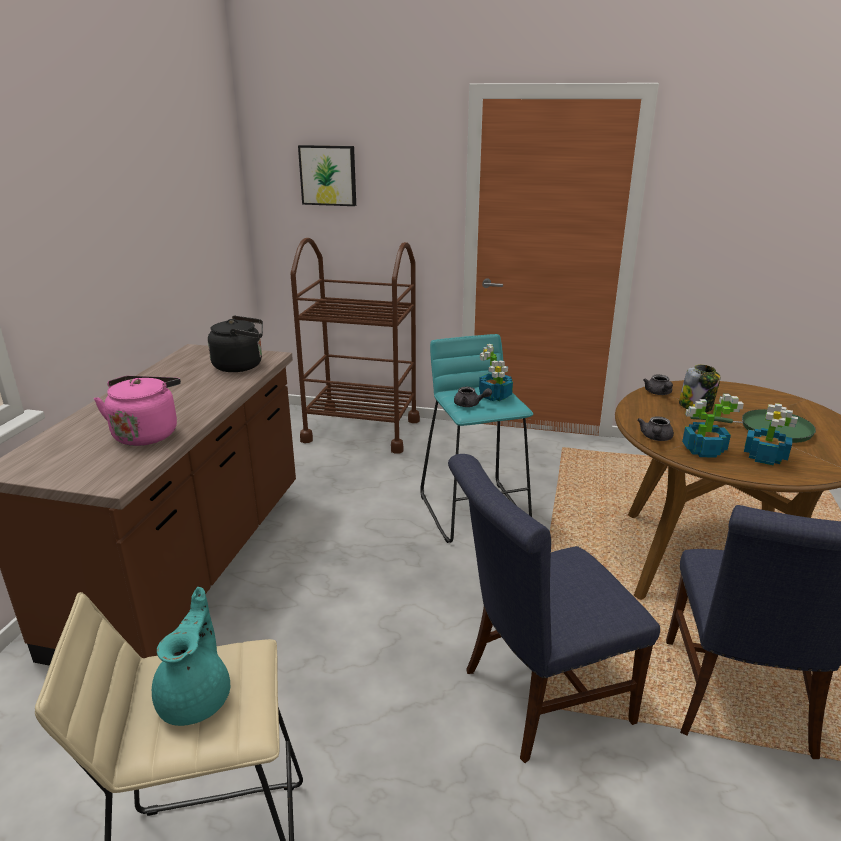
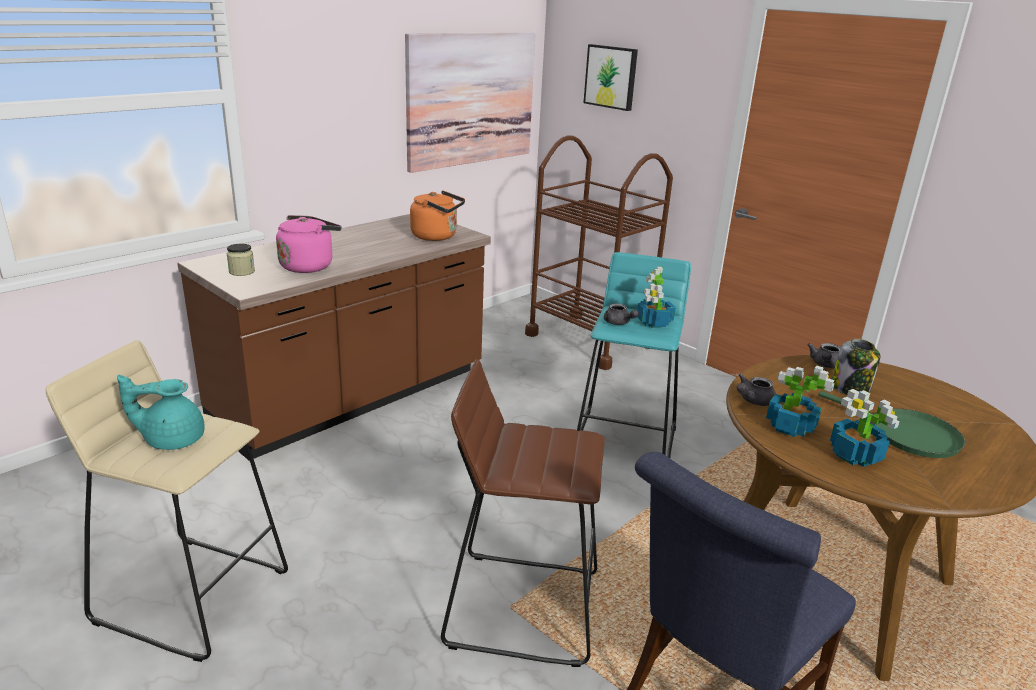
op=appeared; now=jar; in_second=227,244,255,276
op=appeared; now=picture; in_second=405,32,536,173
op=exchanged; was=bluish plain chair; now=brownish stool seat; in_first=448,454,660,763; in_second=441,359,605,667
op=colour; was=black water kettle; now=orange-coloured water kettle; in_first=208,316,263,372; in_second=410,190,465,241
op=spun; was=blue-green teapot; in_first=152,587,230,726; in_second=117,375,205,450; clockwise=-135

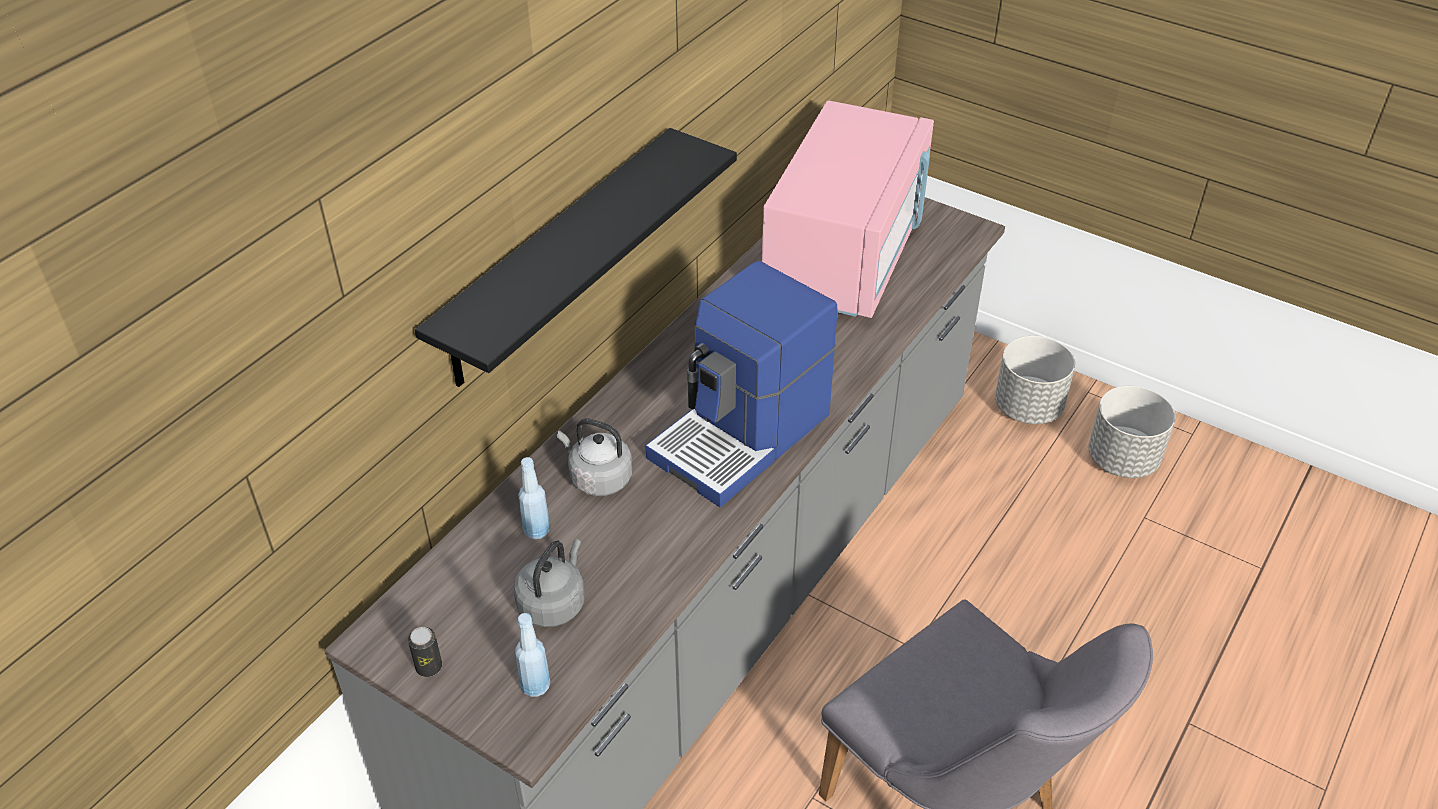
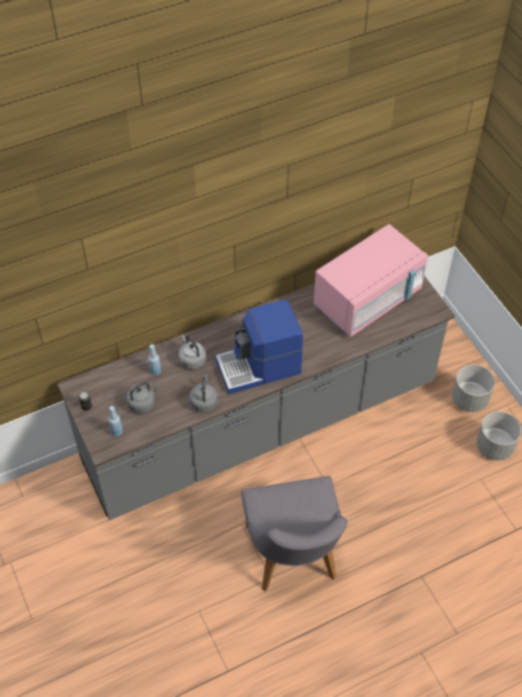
op=missing; was=black wall shelf; in_first=415,128,737,387
op=appeared; now=grey water kettle; in_second=189,374,218,413

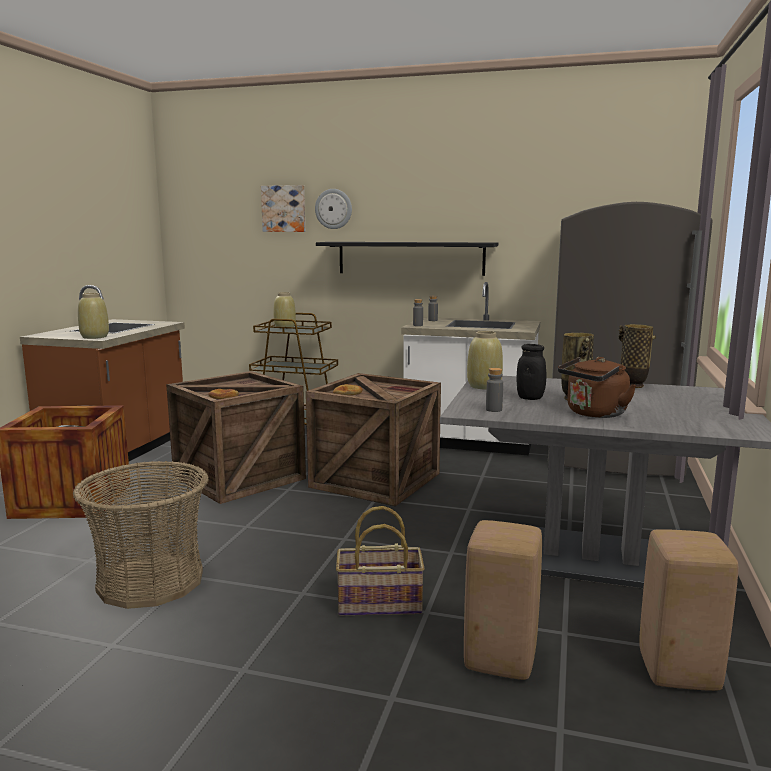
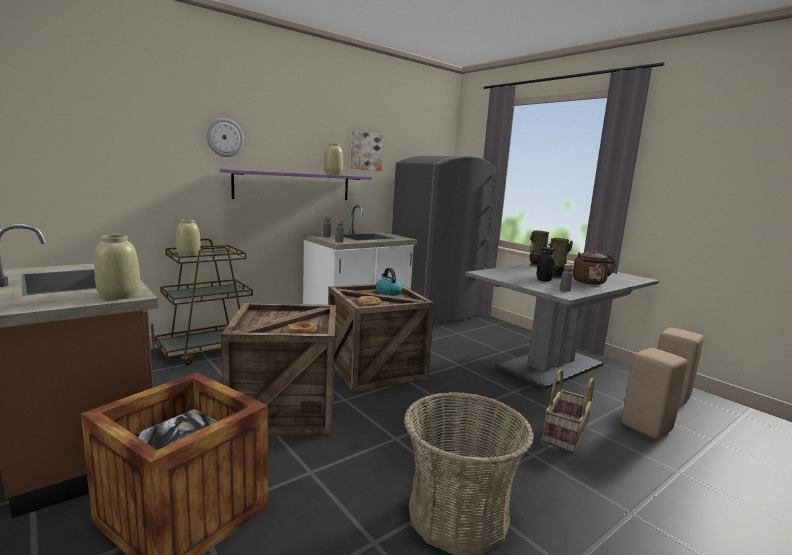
op=appeared; now=water kettle; in_second=376,268,403,296
op=relocated; was=picture; in_first=261,185,305,232; in_second=351,131,383,171
op=relocated; was=beige-coloured decorative vase; in_first=467,331,503,390; in_second=324,143,343,175
op=colour; was=black wall shelf; now=purple wall shelf; in_first=316,242,498,276; in_second=220,169,372,200

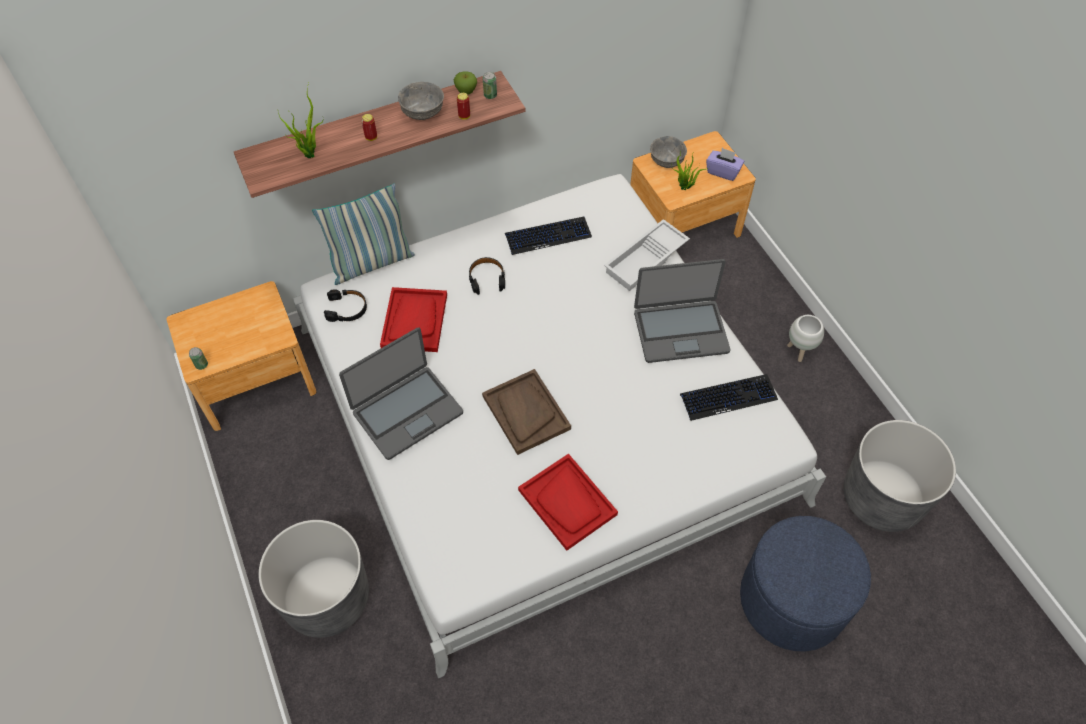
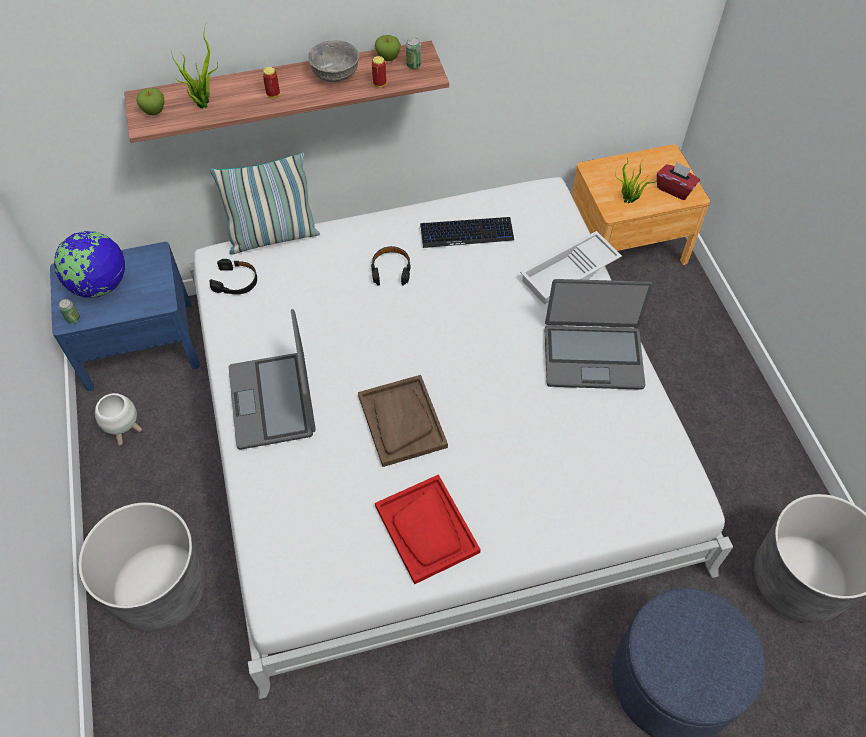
op=missing; was=red serving tray; in_first=380,287,447,352
op=missing; was=grey deep dish; in_first=650,136,687,168
op=missing; was=keyboard; in_first=680,374,778,421
op=appeared; now=world globe; in_second=54,231,125,298
op=appeared; now=apple; in_second=136,88,164,115
op=relocated; was=white-coloured planter; in_first=787,315,824,362; in_second=95,393,142,446
op=colour; was=brownish night table; now=bluish night table; in_first=167,281,317,431; in_second=50,242,200,391
op=colour; was=purple tissue box; now=red tissue box; in_first=706,148,744,181; in_second=657,161,700,200
op=spun; was=portable computer; in_first=339,328,463,460; in_second=228,309,316,450; clockwise=105

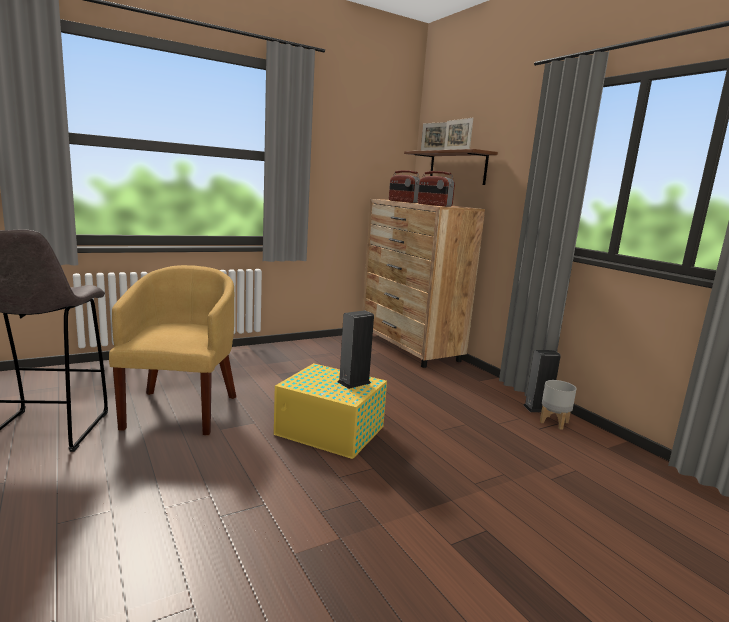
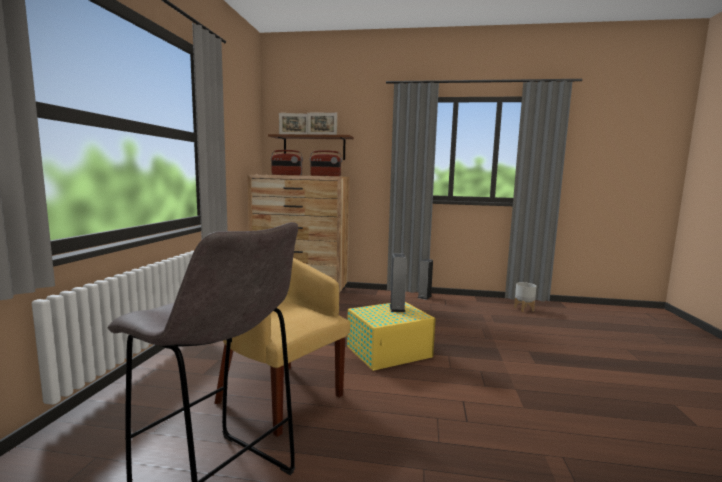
op=relocated; was=grey planter; in_first=540,380,577,430; in_second=514,282,537,312

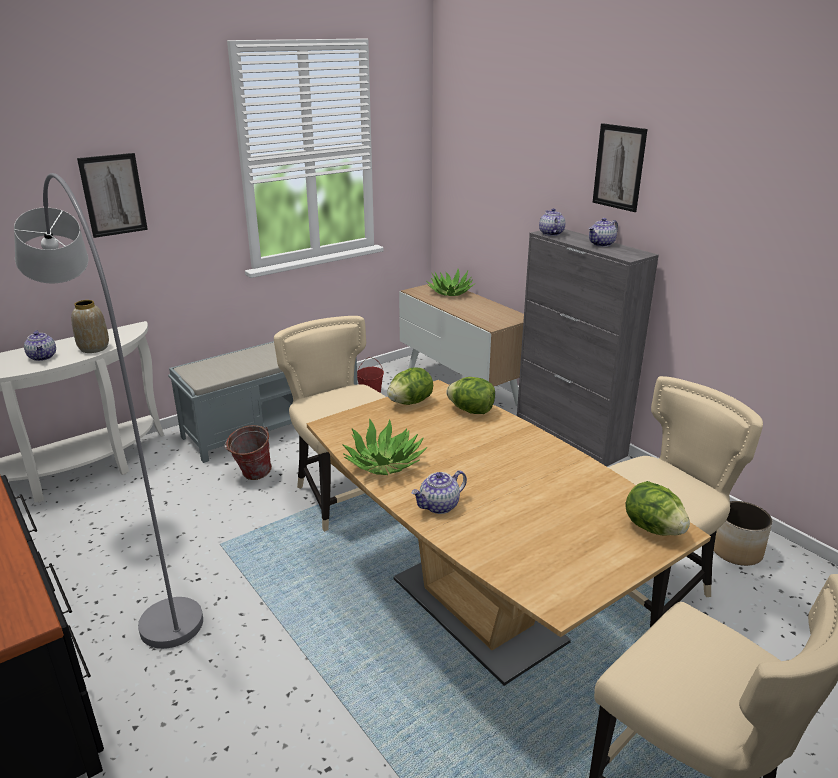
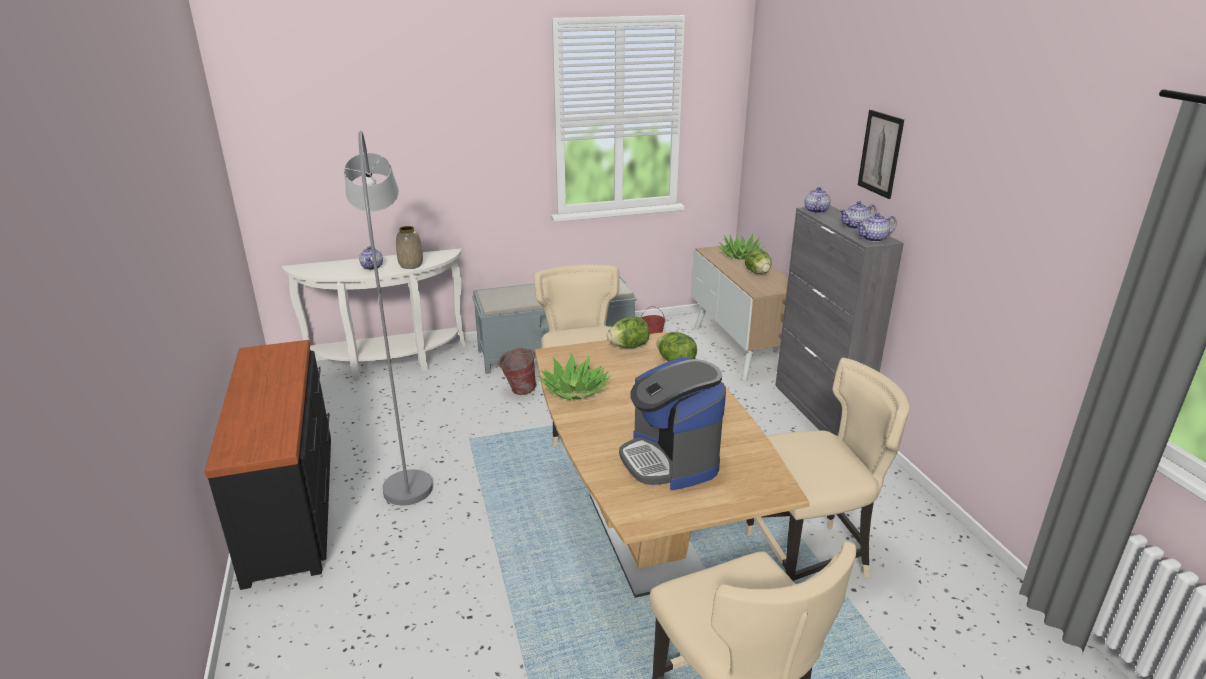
op=missing; was=picture; in_first=77,153,148,238
op=missing; was=planter; in_first=714,501,772,566
op=appeared; now=coffee machine; in_second=619,358,726,490
op=relocated; was=teapot; in_first=411,470,467,514; in_second=856,213,897,242
op=relocated; was=head of lettuce; in_first=626,481,690,536; in_second=745,248,771,274

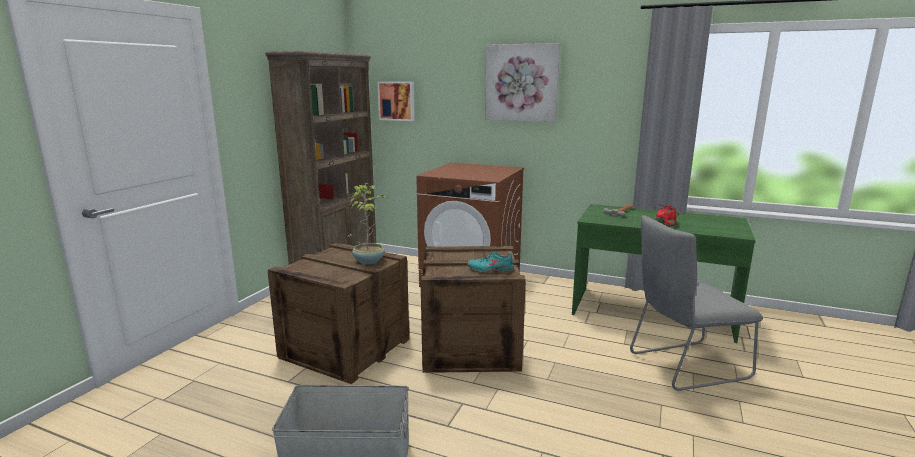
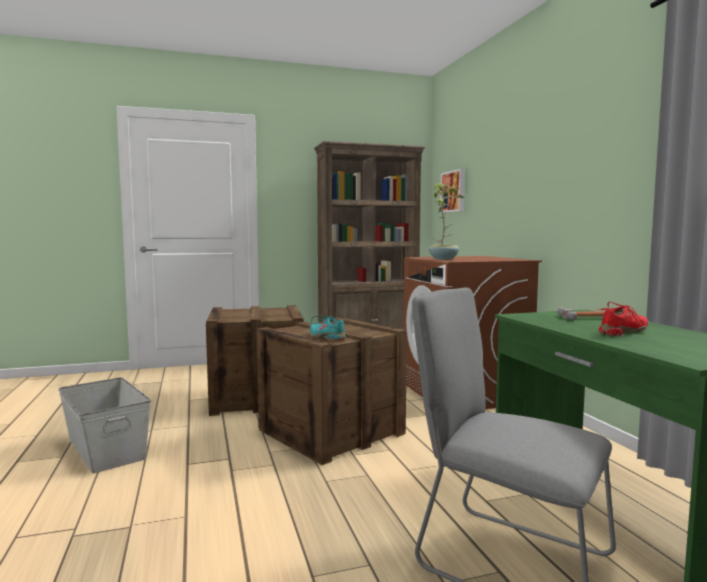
op=missing; was=picture; in_first=485,43,560,122
op=relocated; was=houseplant; in_first=349,183,388,265; in_second=429,183,464,260

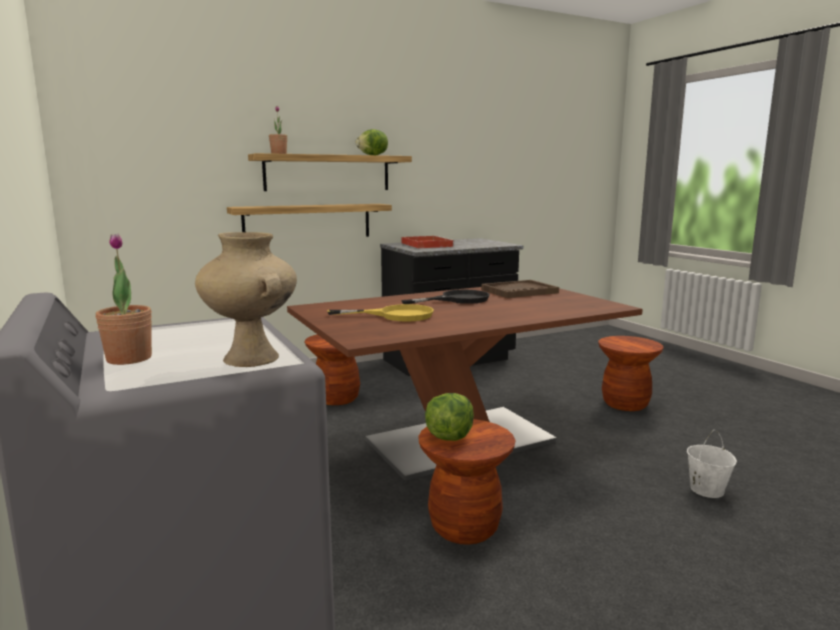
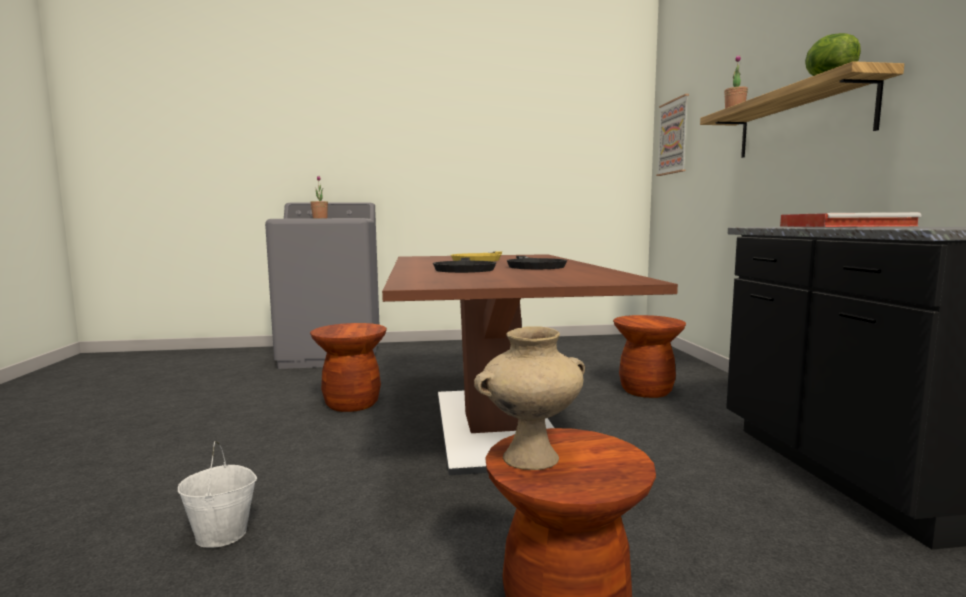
op=missing; was=wall shelf; in_first=227,204,392,237
op=missing; was=head of lettuce; in_first=425,393,474,441
op=missing; was=brownish serving tray; in_first=481,280,559,298
op=appeared; now=black frying pan; in_second=433,258,497,273
op=appeared; now=picture; in_second=656,94,689,176
op=relocated; was=beige-coloured decorative vase; in_first=195,232,297,367; in_second=474,326,585,470

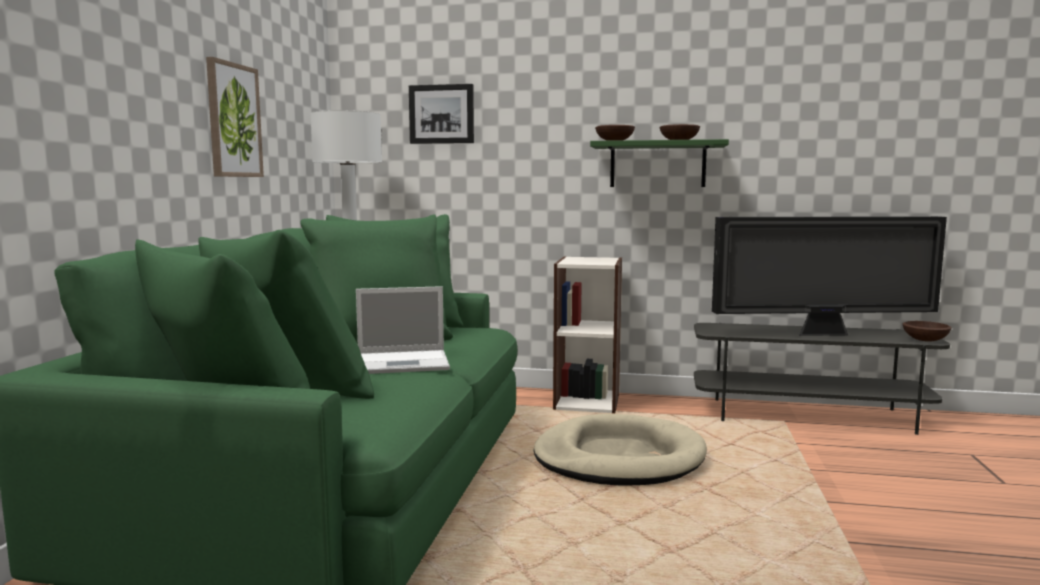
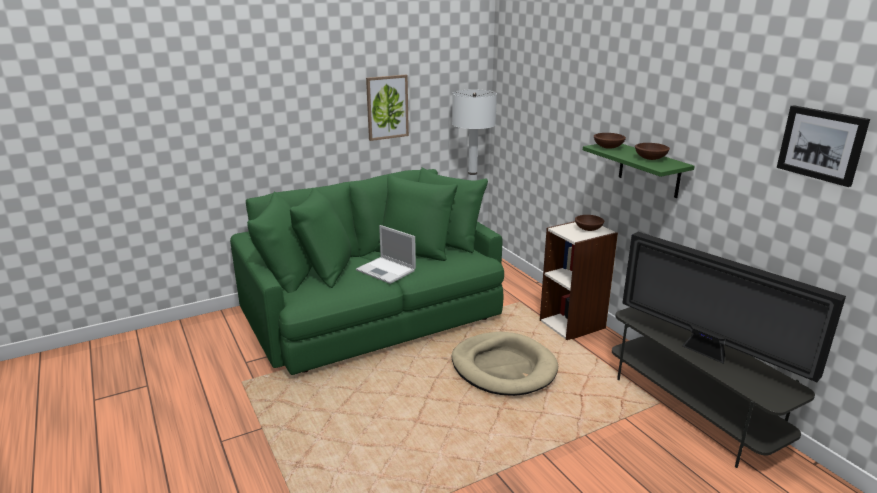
op=relocated; was=picture; in_first=409,84,474,144; in_second=777,105,870,187
op=relocated; was=brownish deep dish; in_first=903,321,952,342; in_second=575,215,604,231

